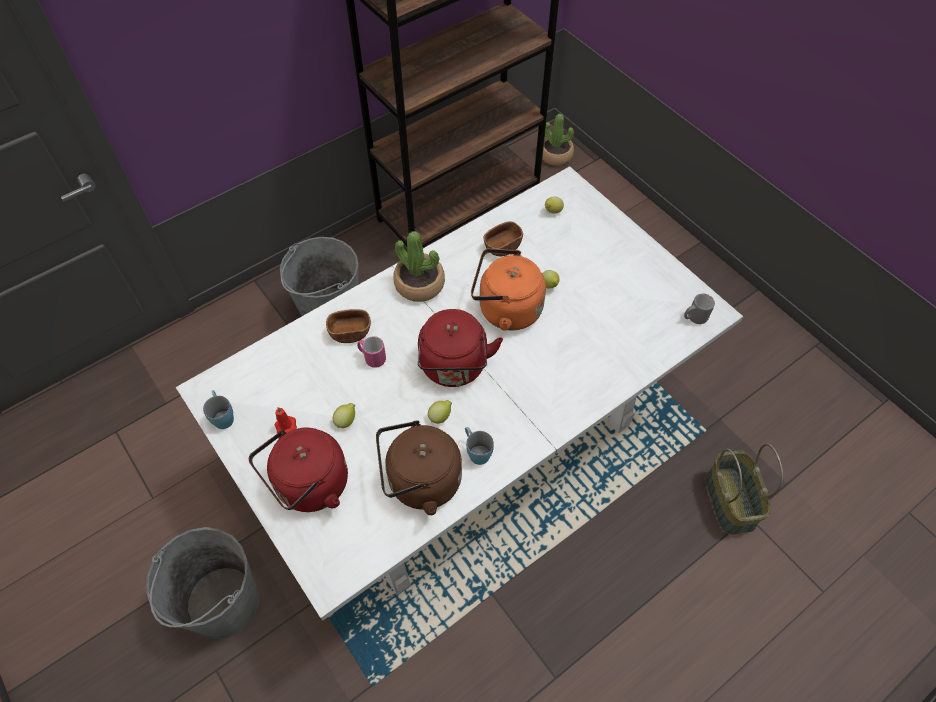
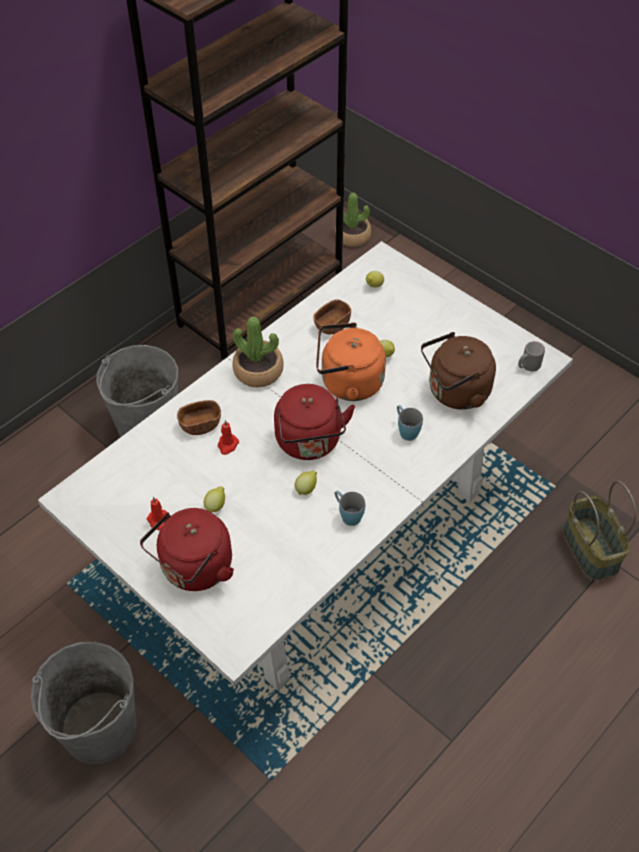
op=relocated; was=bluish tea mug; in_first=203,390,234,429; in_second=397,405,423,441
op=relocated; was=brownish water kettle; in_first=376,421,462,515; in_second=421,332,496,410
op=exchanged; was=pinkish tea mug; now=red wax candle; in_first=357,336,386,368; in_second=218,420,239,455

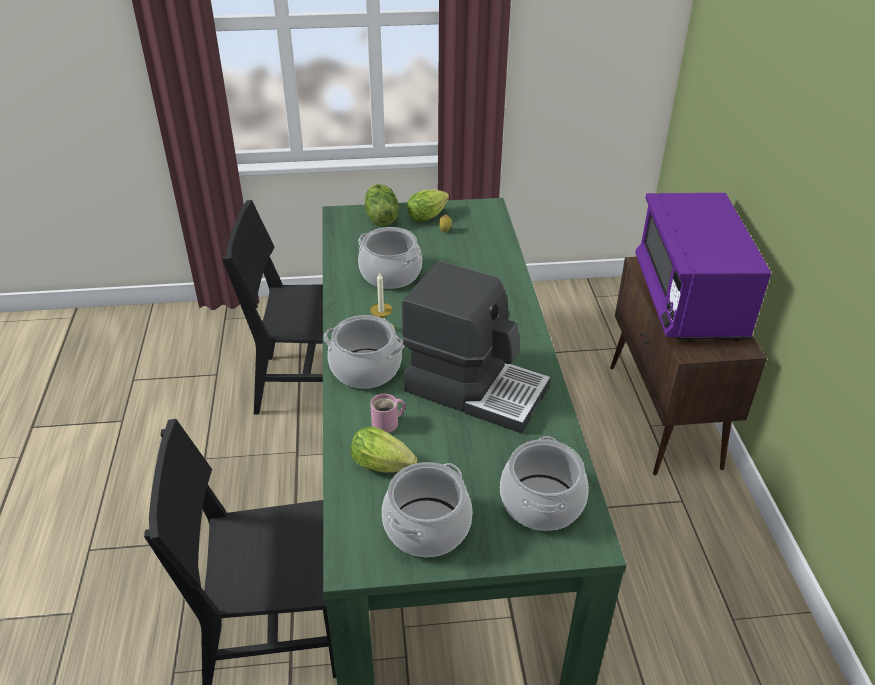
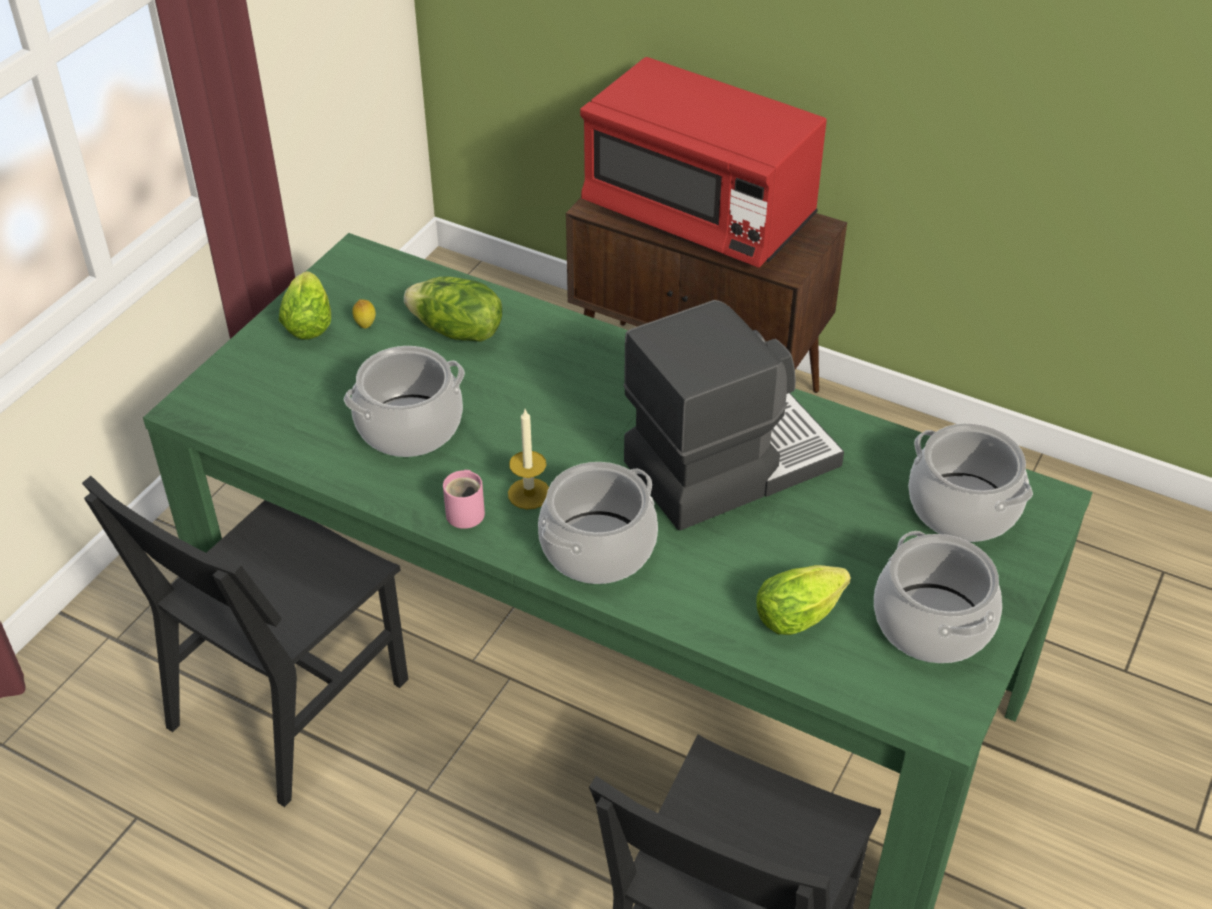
op=relocated; was=head of lettuce; in_first=365,184,399,226; in_second=404,276,502,342
op=relocated; was=pinkish tea mug; in_first=370,394,405,433; in_second=443,470,485,529
op=colour; was=purple kitchen microwave; now=red kitchen microwave; in_first=635,193,771,342; in_second=580,57,827,268

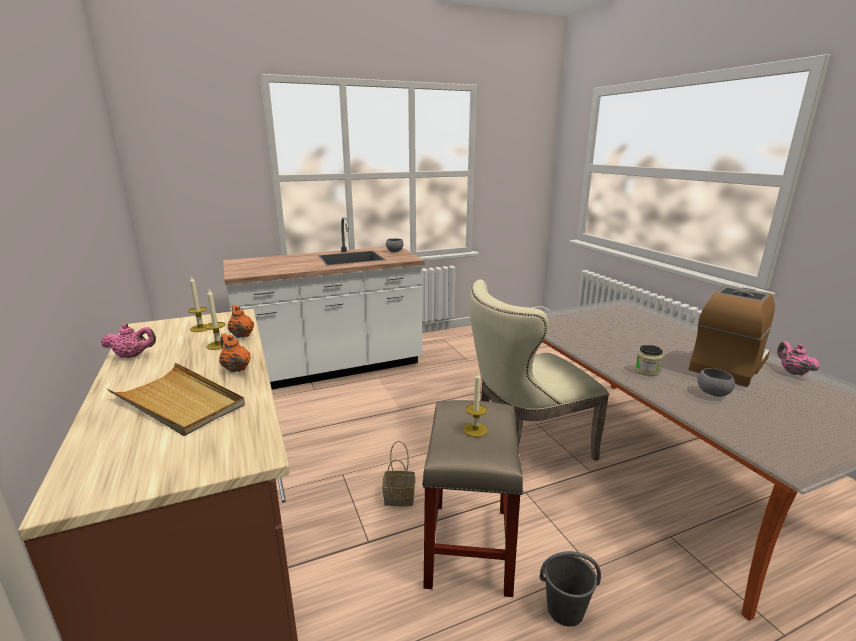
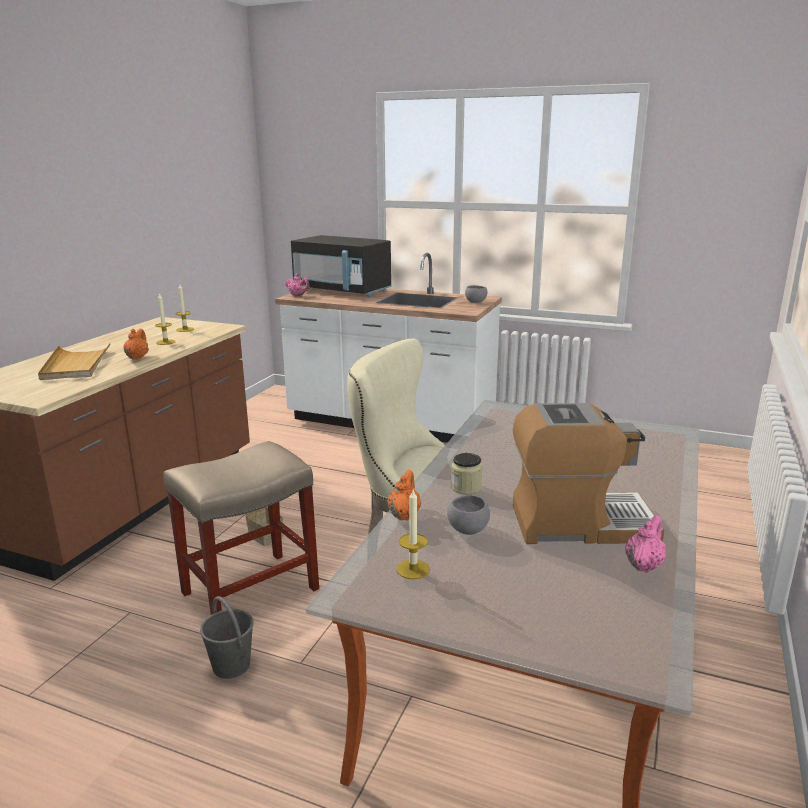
op=appeared; now=black kitchen microwave; in_second=291,235,392,297
op=relocated; was=pinkish teapot; in_first=101,323,156,358; in_second=285,273,310,296
op=relocated; was=orange-coloured teapot; in_first=228,305,254,338; in_second=387,470,421,520
op=relocated; was=wax candle; in_first=463,372,488,437; in_second=396,490,430,579

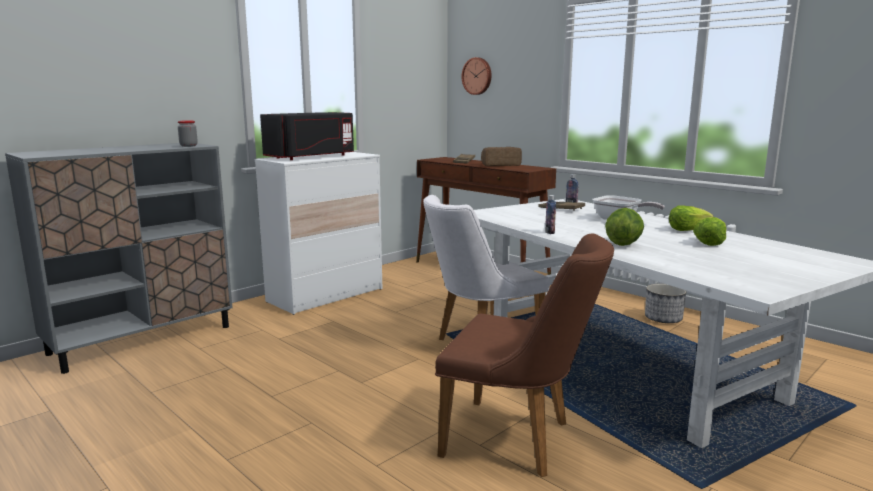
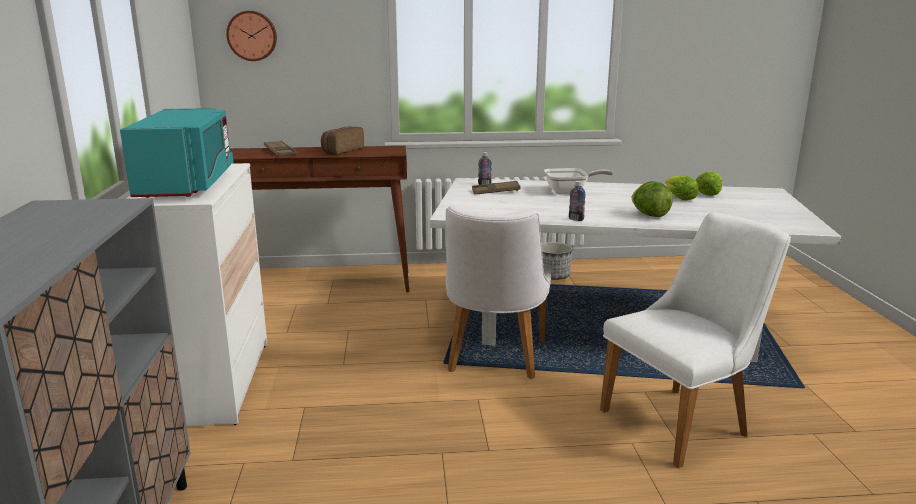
op=missing; was=jar; in_first=178,120,198,147
op=relocated; was=head of lettuce; in_first=669,205,714,231; in_second=696,171,722,196
op=colour; was=black kitchen microwave; now=blue-green kitchen microwave; in_first=260,112,354,160; in_second=120,108,234,198
op=colour; was=brownish plain chair; now=white-coloured plain chair; in_first=435,233,614,477; in_second=600,212,791,468

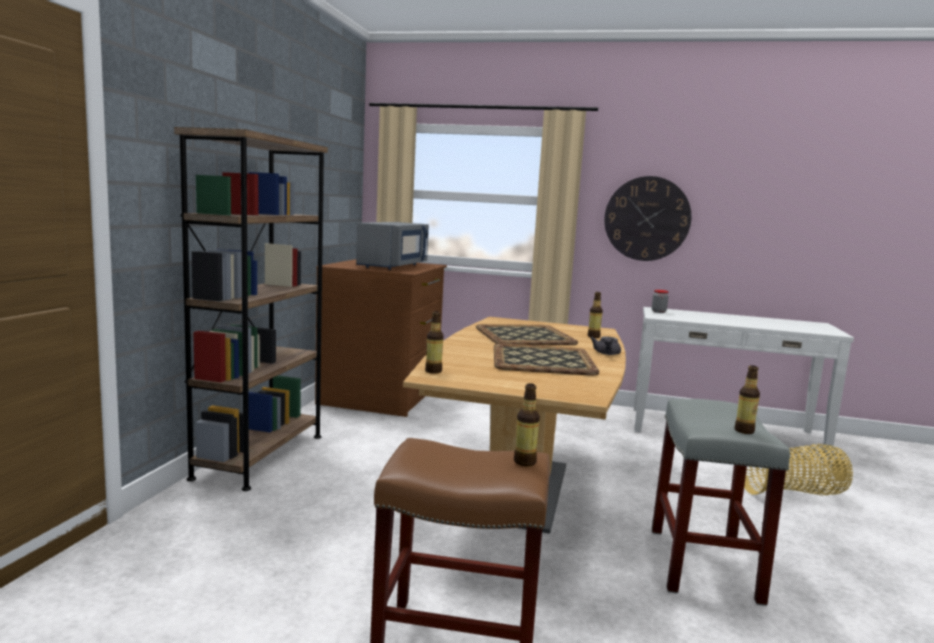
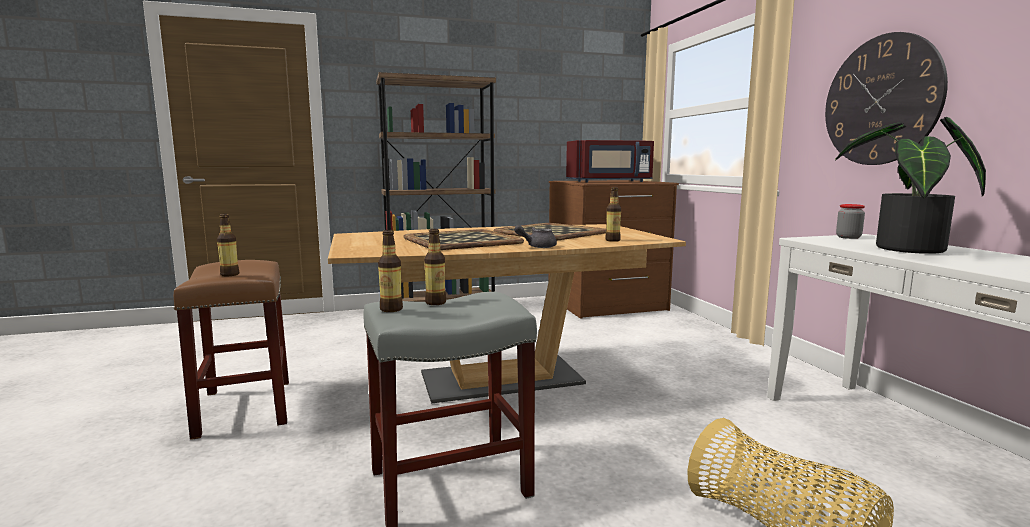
op=appeared; now=houseplant; in_second=835,117,986,254
op=relocated; was=beverage bottle; in_first=425,311,444,373; in_second=424,229,446,305
op=colour; was=grey kitchen microwave; now=red kitchen microwave; in_first=356,222,429,270; in_second=566,140,654,182

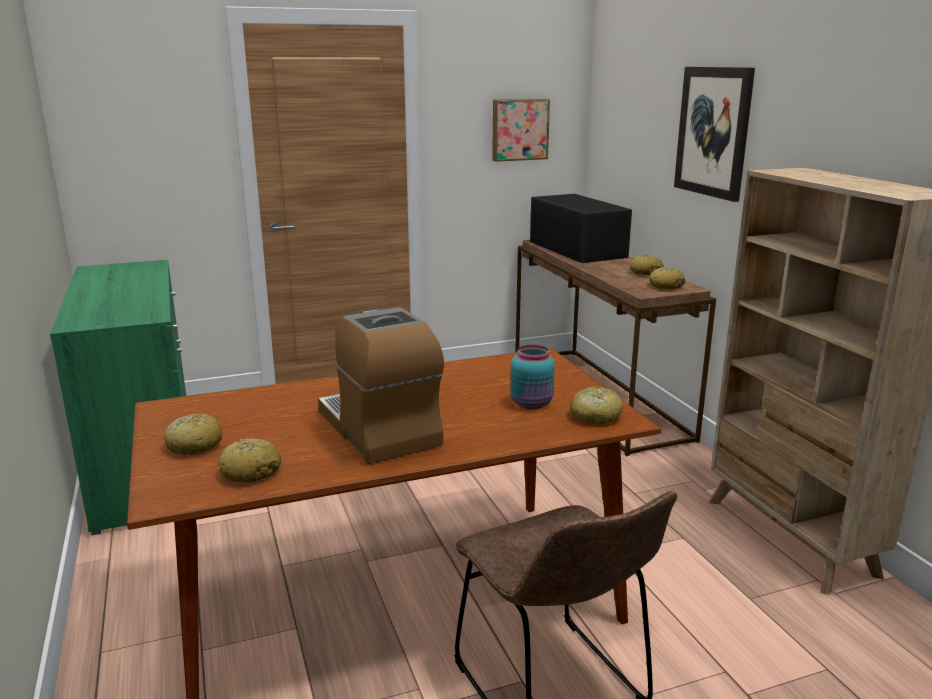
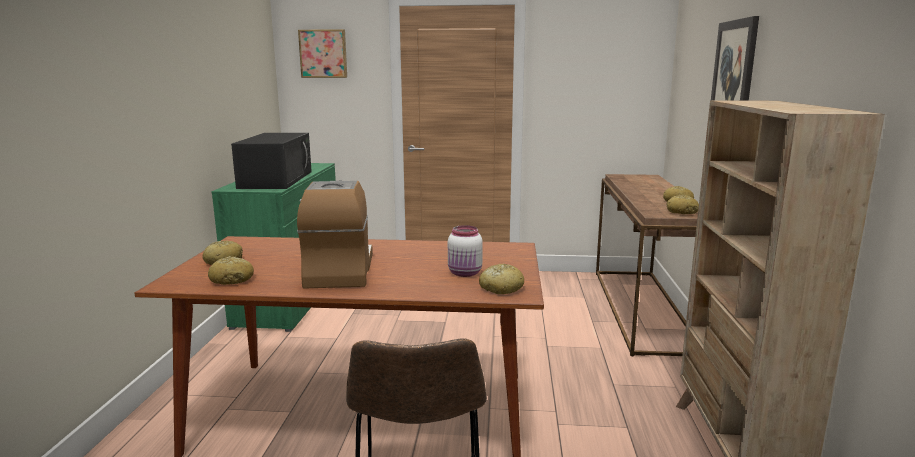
op=relocated; was=picture; in_first=492,99,550,162; in_second=298,29,347,78
op=relocated; was=black kitchen microwave; in_first=530,194,632,263; in_second=231,133,312,189
op=colour; was=blue-green jar; now=white-coloured jar; in_first=510,345,555,409; in_second=448,225,483,277

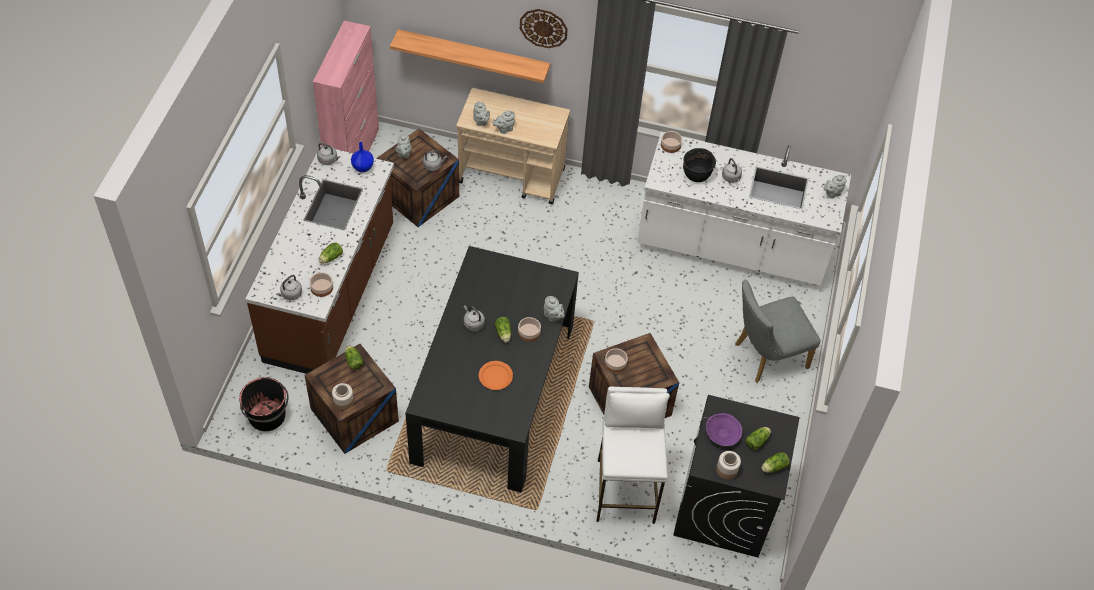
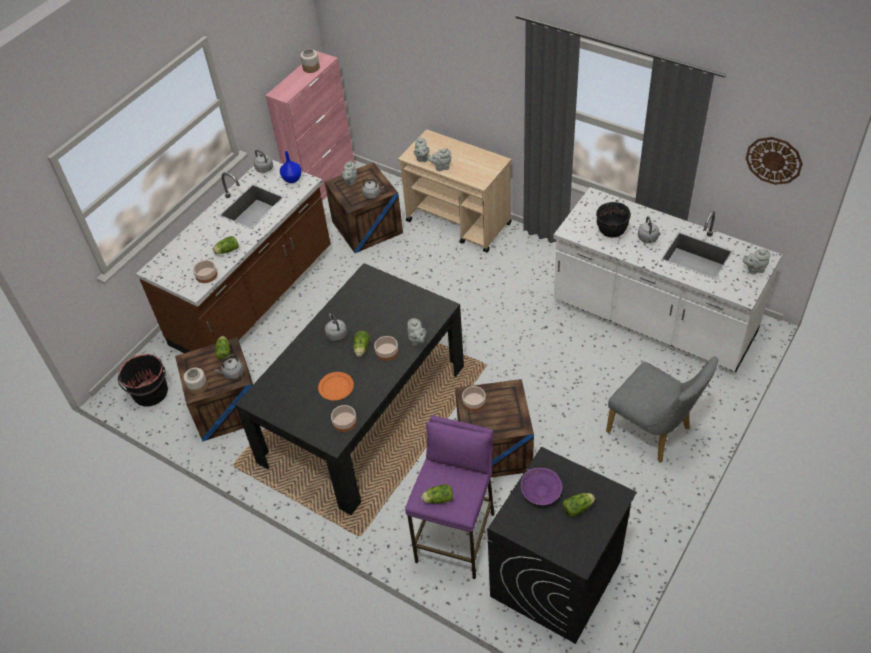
op=missing; was=wall shelf; in_first=390,29,550,83
op=relocated; was=grey water kettle; in_first=276,275,302,300; in_second=215,354,244,380
op=relocated; was=clock on the wall; in_first=520,9,568,48; in_second=746,137,803,185
op=relocated; was=deep dish; in_first=661,131,682,153; in_second=331,405,357,432
op=relocated; was=jar; in_first=716,451,741,480; in_second=300,49,320,73
op=relocated; was=head of lettuce; in_first=761,452,790,473; in_second=421,484,453,504
op=colour; was=white-coloured stool seat; now=purple stool seat; in_first=597,386,670,524; in_second=405,415,495,579
op=spun; was=grey plain chair; in_first=735,280,821,383; in_second=606,356,718,463; clockwise=-135

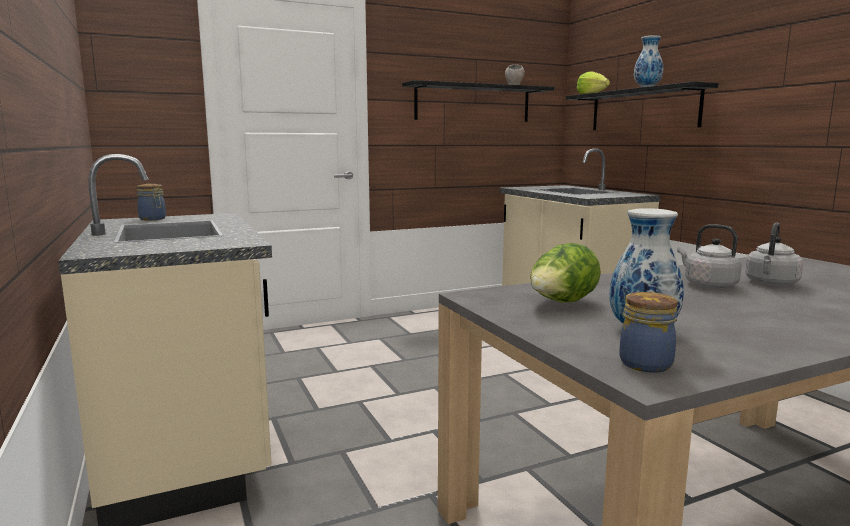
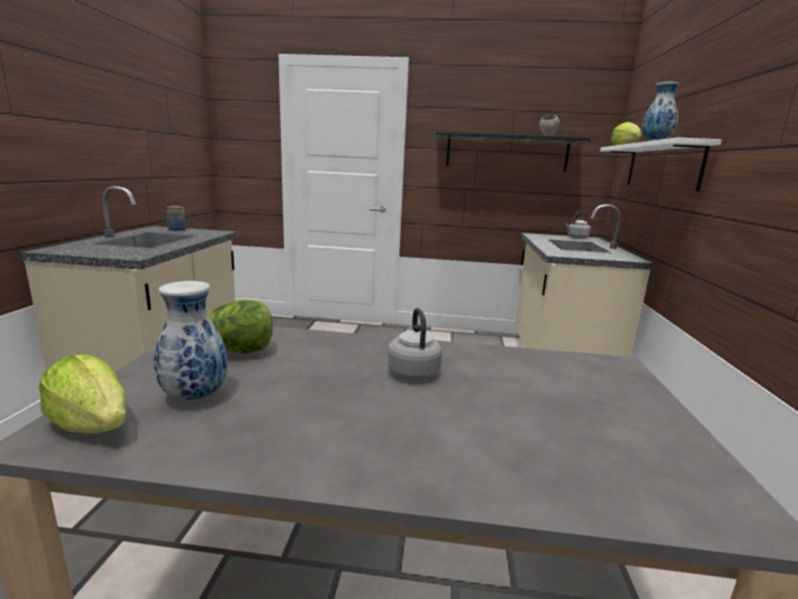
op=relocated; was=grey water kettle; in_first=745,223,803,286; in_second=565,211,591,239
op=exchanged; was=jar; now=head of lettuce; in_first=619,292,678,373; in_second=39,354,126,434
op=colour; was=black wall shelf; now=white-coloured wall shelf; in_first=566,81,719,130; in_second=600,137,722,191

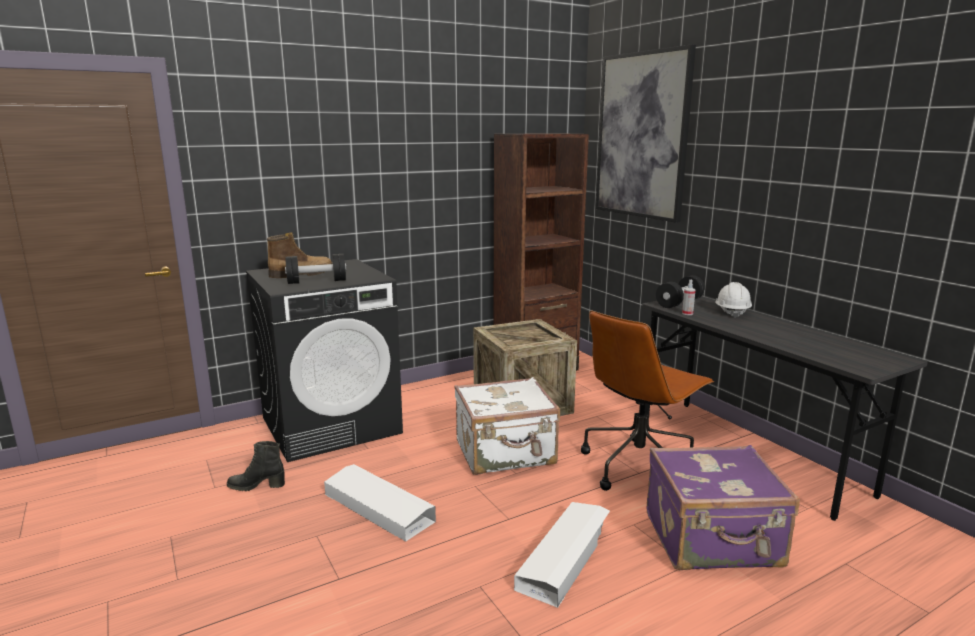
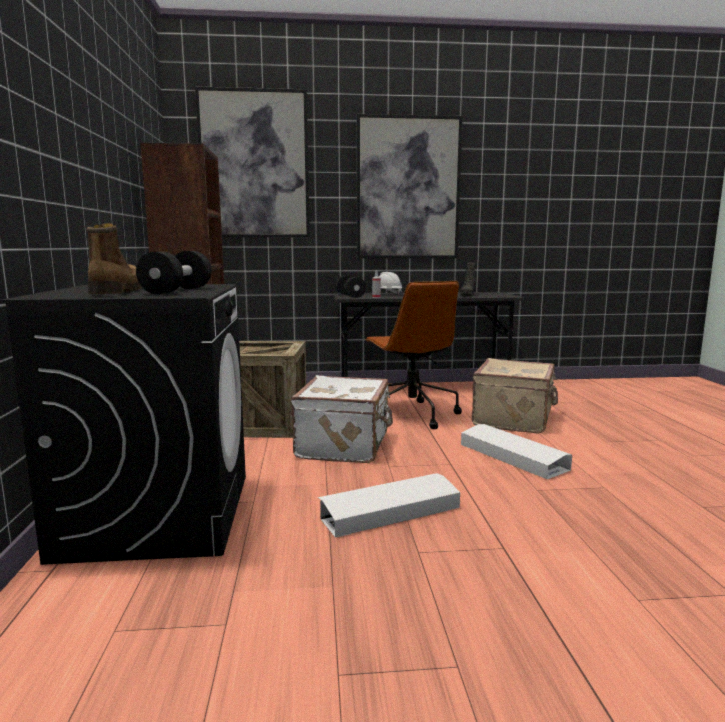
op=appeared; now=picture; in_second=356,114,463,258
op=relocated; was=black tall boot; in_first=227,441,285,491; in_second=460,262,476,296
op=colour; was=purple piece of luggage; now=beige-coloured piece of luggage; in_first=647,445,800,571; in_second=471,358,558,434

